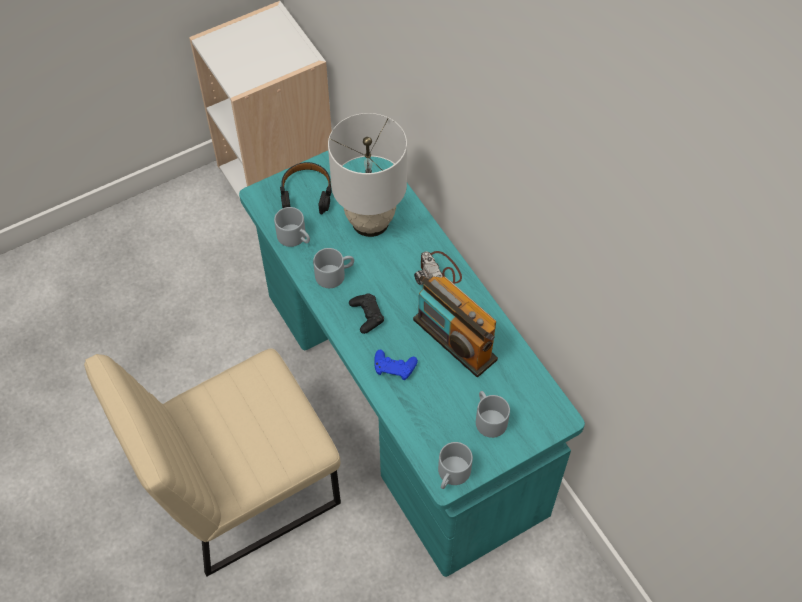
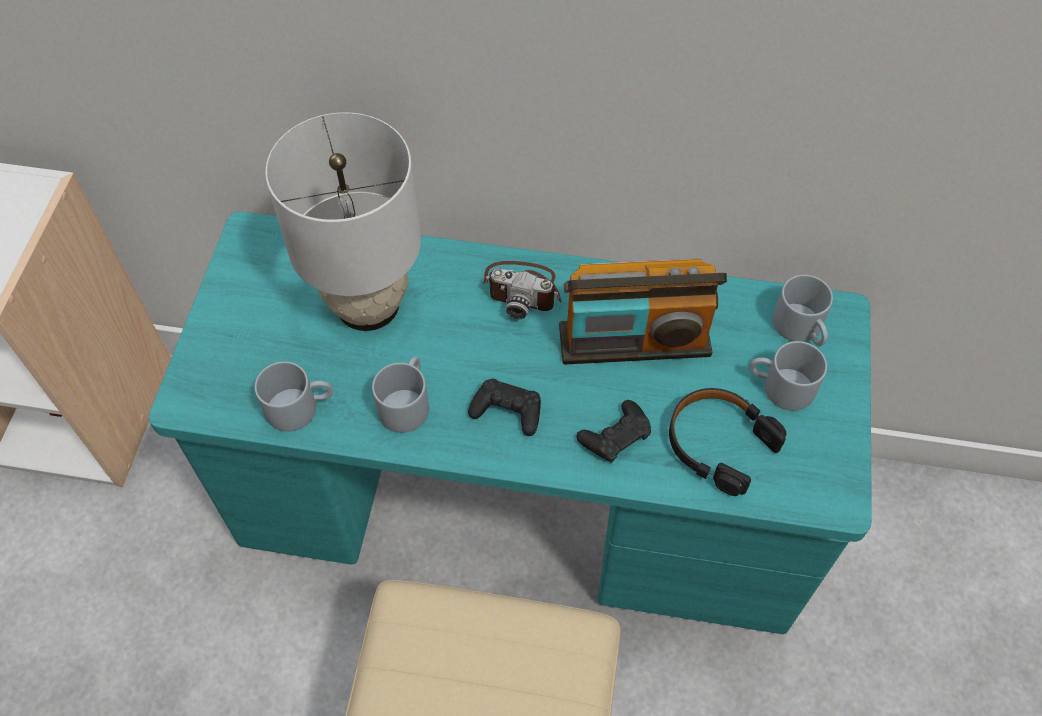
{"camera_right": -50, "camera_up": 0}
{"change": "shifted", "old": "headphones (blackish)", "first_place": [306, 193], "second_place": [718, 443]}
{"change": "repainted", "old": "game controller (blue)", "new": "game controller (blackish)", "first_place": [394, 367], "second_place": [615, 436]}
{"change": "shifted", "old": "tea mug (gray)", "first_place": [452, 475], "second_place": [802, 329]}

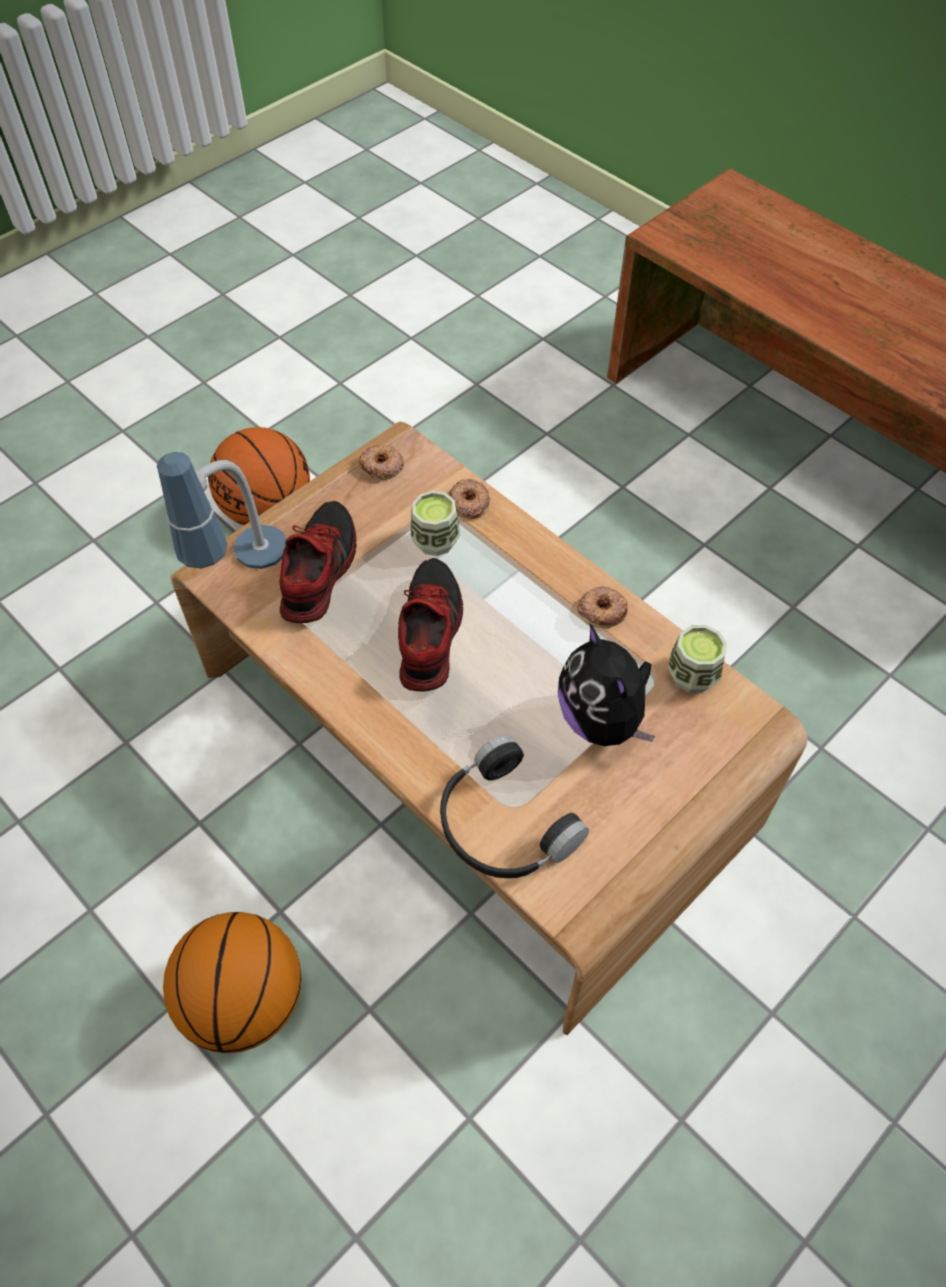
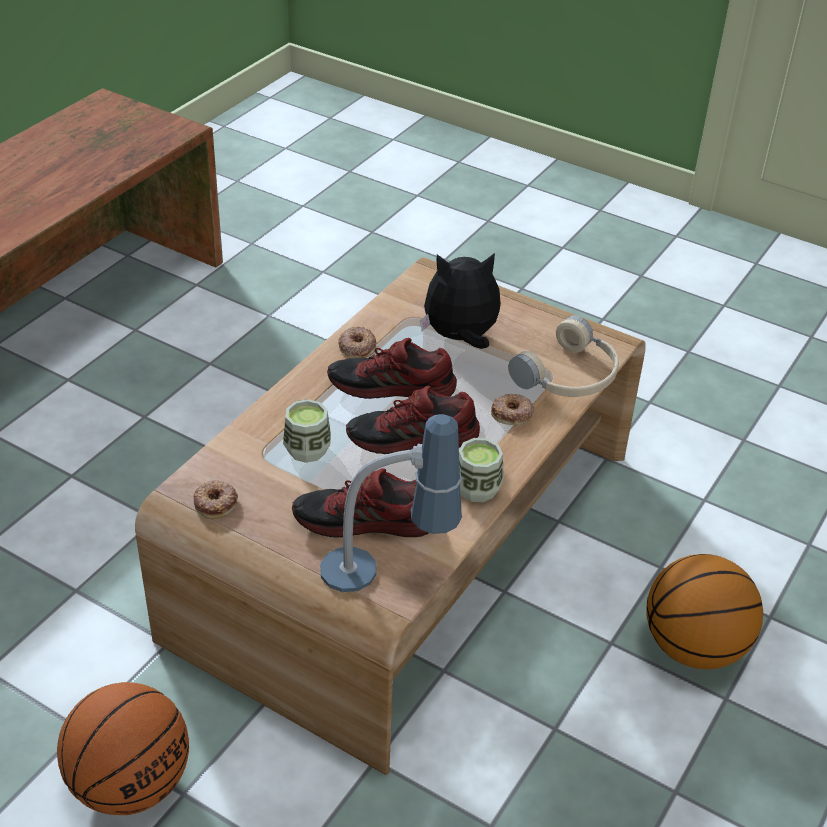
{"camera_right": -105, "camera_up": -15}
{"change": "repainted", "old": "headphones (blackish)", "new": "headphones (beige-coloured)", "first_place": [502, 825], "second_place": [570, 377]}
{"change": "shifted", "old": "ring doughnut", "first_place": [468, 503], "second_place": [512, 413]}
{"change": "rotated", "old": "soft toy", "first_place": [602, 719], "second_place": [460, 338], "degrees": -150}
{"change": "shifted", "old": "small cup", "first_place": [692, 675], "second_place": [477, 489]}
{"change": "new", "new": "shoe", "second_place": [392, 388]}

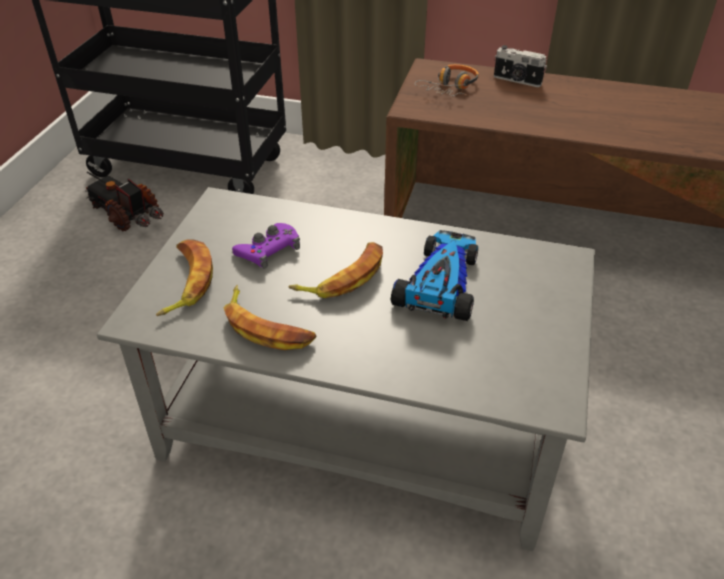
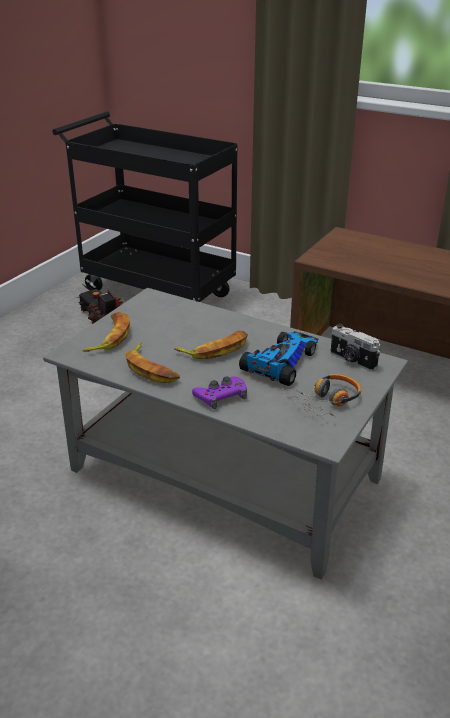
{"camera_right": 15, "camera_up": -10}
{"change": "shifted", "old": "game controller (purple)", "first_place": [268, 250], "second_place": [221, 396]}
{"change": "shifted", "old": "headphones", "first_place": [450, 88], "second_place": [326, 401]}
{"change": "shifted", "old": "still camera", "first_place": [517, 81], "second_place": [352, 361]}

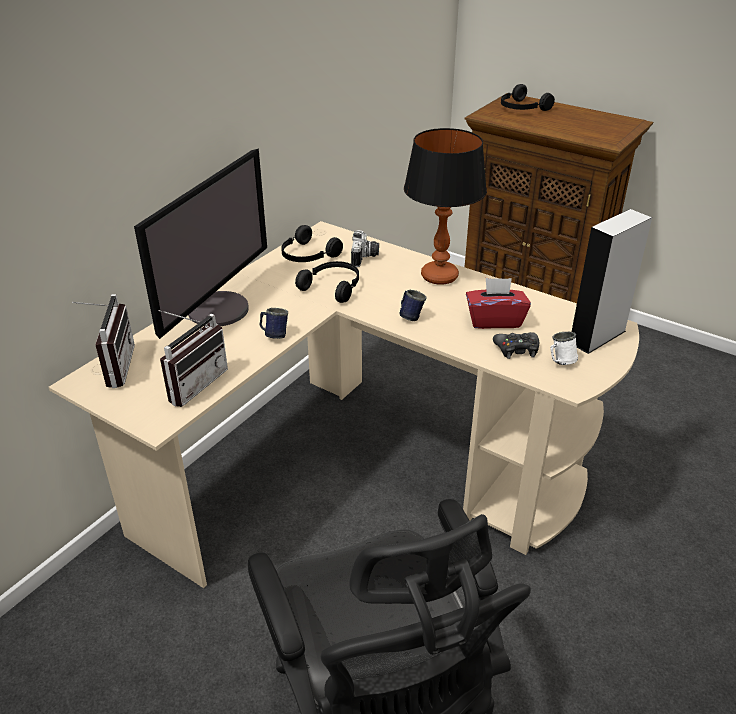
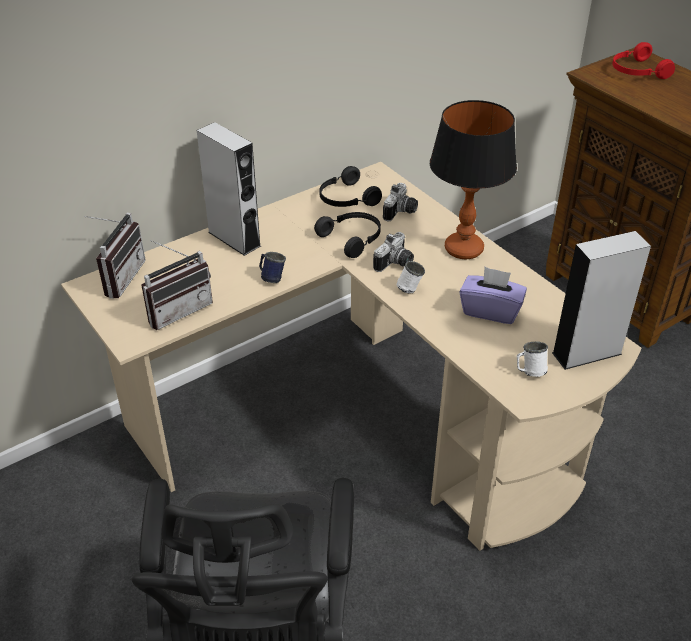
{"camera_right": 20, "camera_up": 5}
{"change": "swapped", "old": "monitor", "new": "loudspeaker (gray)", "first_place": [217, 309], "second_place": [234, 239]}
{"change": "repainted", "old": "tea mug (blue)", "new": "tea mug (white-coloured)", "first_place": [410, 316], "second_place": [409, 287]}
{"change": "repainted", "old": "tissue holder (red-coloured)", "new": "tissue holder (purple)", "first_place": [494, 320], "second_place": [490, 310]}
{"change": "gone", "old": "game controller (blackish)", "first_place": [517, 349]}
{"change": "repainted", "old": "headphones (blackish)", "new": "headphones (red-coloured)", "first_place": [521, 108], "second_place": [637, 71]}
{"change": "new", "new": "still camera", "second_place": [395, 264]}

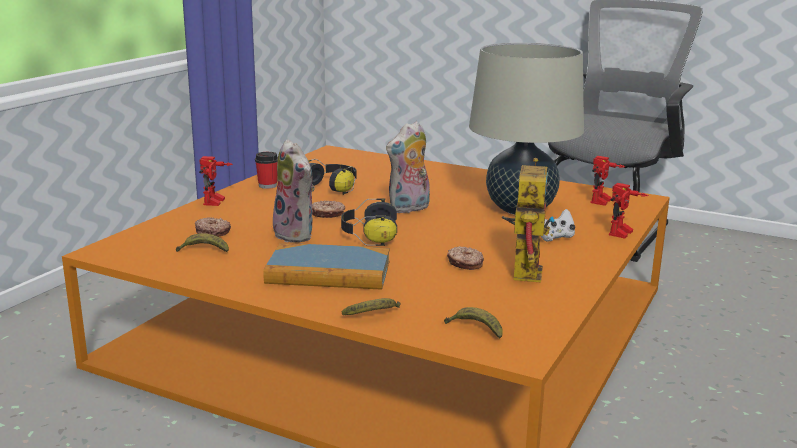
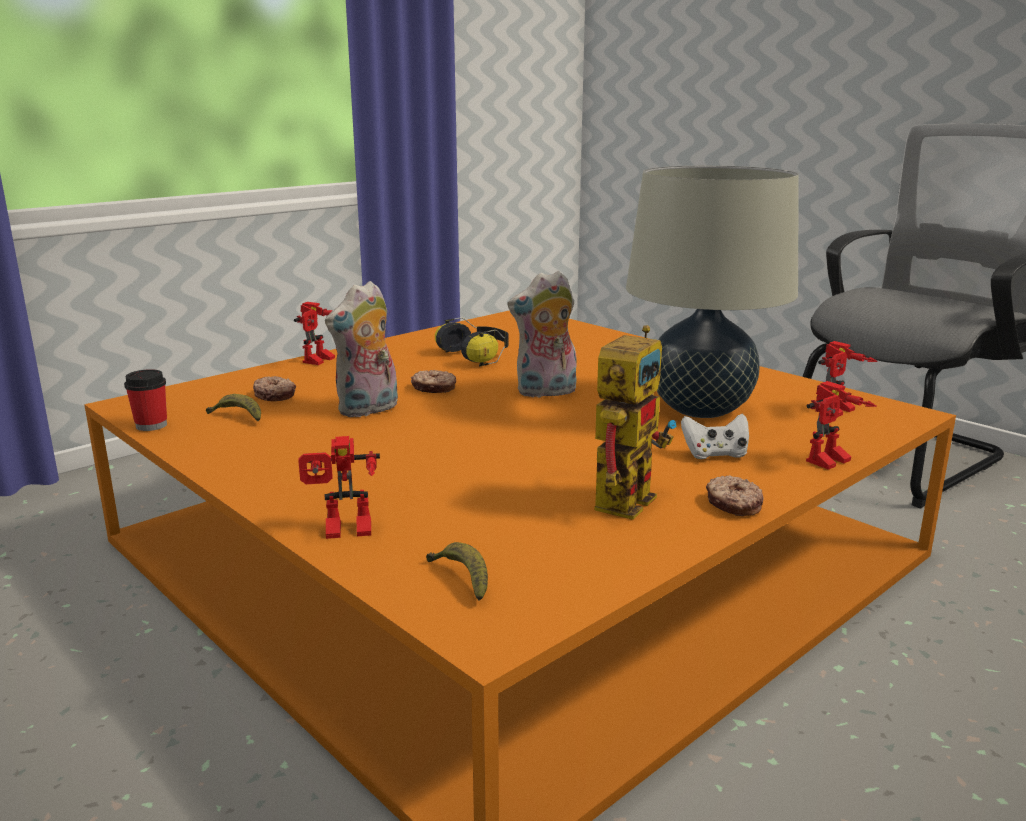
{"camera_right": 20, "camera_up": 0}
{"change": "shifted", "old": "small cup", "first_place": [267, 185], "second_place": [151, 425]}
{"change": "gone", "old": "volume", "first_place": [328, 272]}
{"change": "rotated", "old": "soft toy", "first_place": [297, 235], "second_place": [368, 410], "degrees": 60}
{"change": "gone", "old": "headphones", "first_place": [369, 235]}
{"change": "swapped", "old": "banana fruit", "new": "toy robot", "first_place": [374, 315], "second_place": [345, 533]}
{"change": "shifted", "old": "ring doughnut", "first_place": [465, 264], "second_place": [733, 504]}

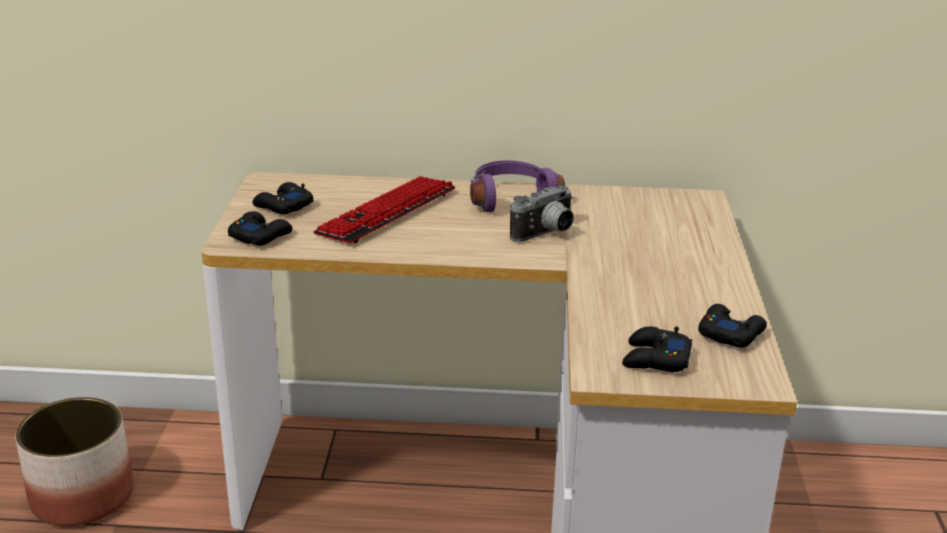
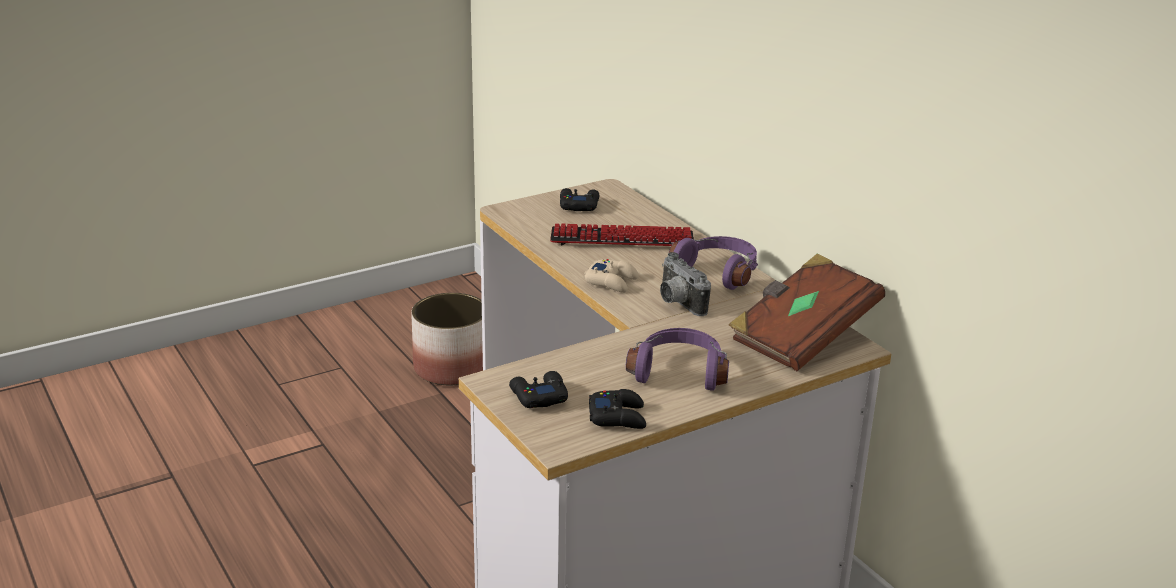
{"camera_right": 55, "camera_up": 0}
{"change": "gone", "old": "game controller (blackish)", "first_place": [260, 236]}
{"change": "rotated", "old": "still camera", "first_place": [546, 234], "second_place": [677, 303], "degrees": 45}
{"change": "new", "new": "game controller (beige-coloured)", "second_place": [611, 281]}
{"change": "new", "new": "headphones (purple)", "second_place": [679, 371]}
{"change": "new", "new": "volume (brownish)", "second_place": [802, 336]}

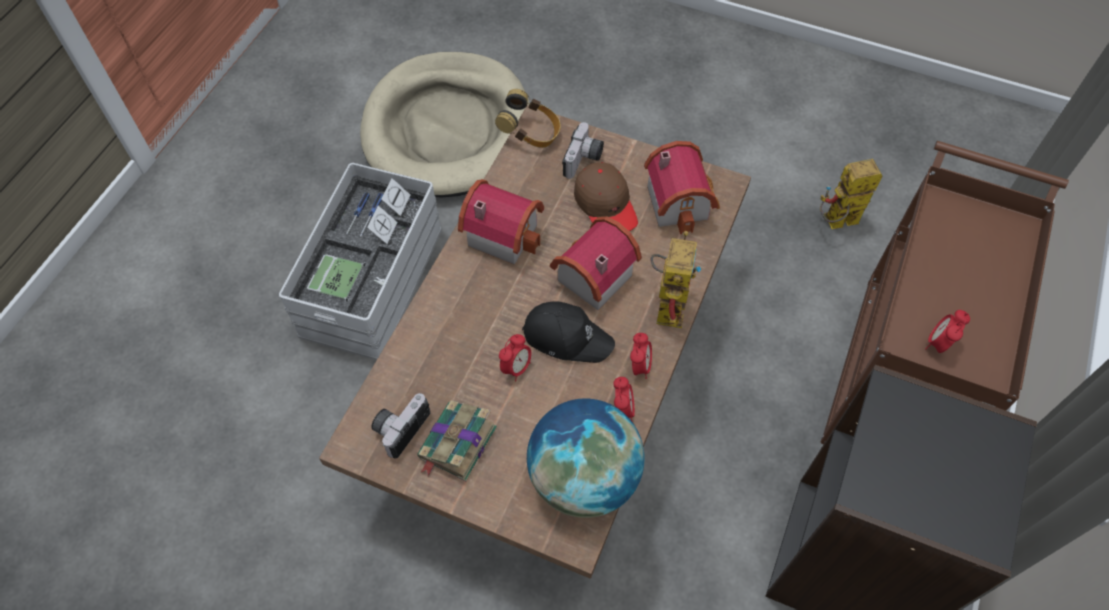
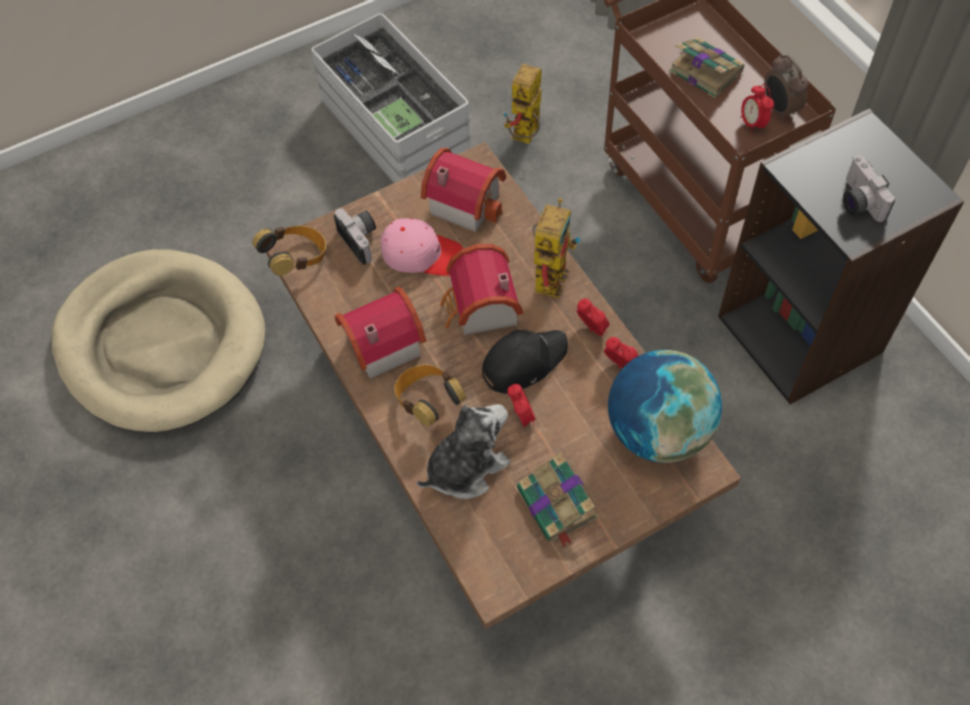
{"camera_right": -50, "camera_up": 0}
{"change": "shifted", "old": "storage bin (gray)", "first_place": [370, 279], "second_place": [393, 126]}
{"change": "shifted", "old": "still camera", "first_place": [400, 427], "second_place": [857, 201]}
{"change": "repainted", "old": "cap (brownish)", "new": "cap (pink-coloured)", "first_place": [605, 205], "second_place": [421, 254]}
{"change": "rotated", "old": "toy robot", "first_place": [668, 301], "second_place": [550, 272], "degrees": 60}
{"change": "new", "new": "headphones", "second_place": [428, 402]}
{"change": "new", "new": "soft toy", "second_place": [465, 467]}
{"change": "new", "new": "volume", "second_place": [704, 70]}
{"change": "new", "new": "table clock", "second_place": [779, 109]}

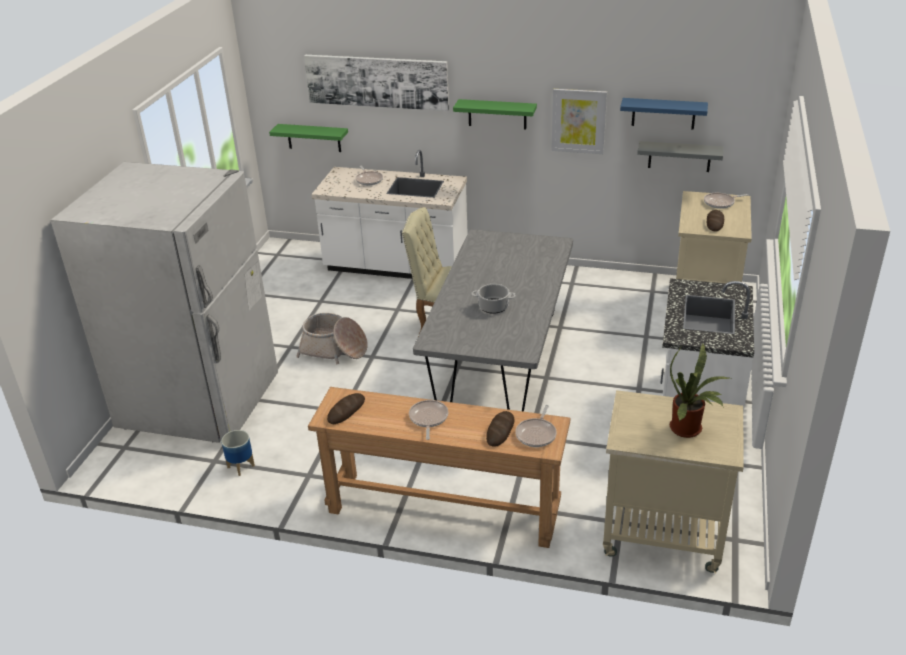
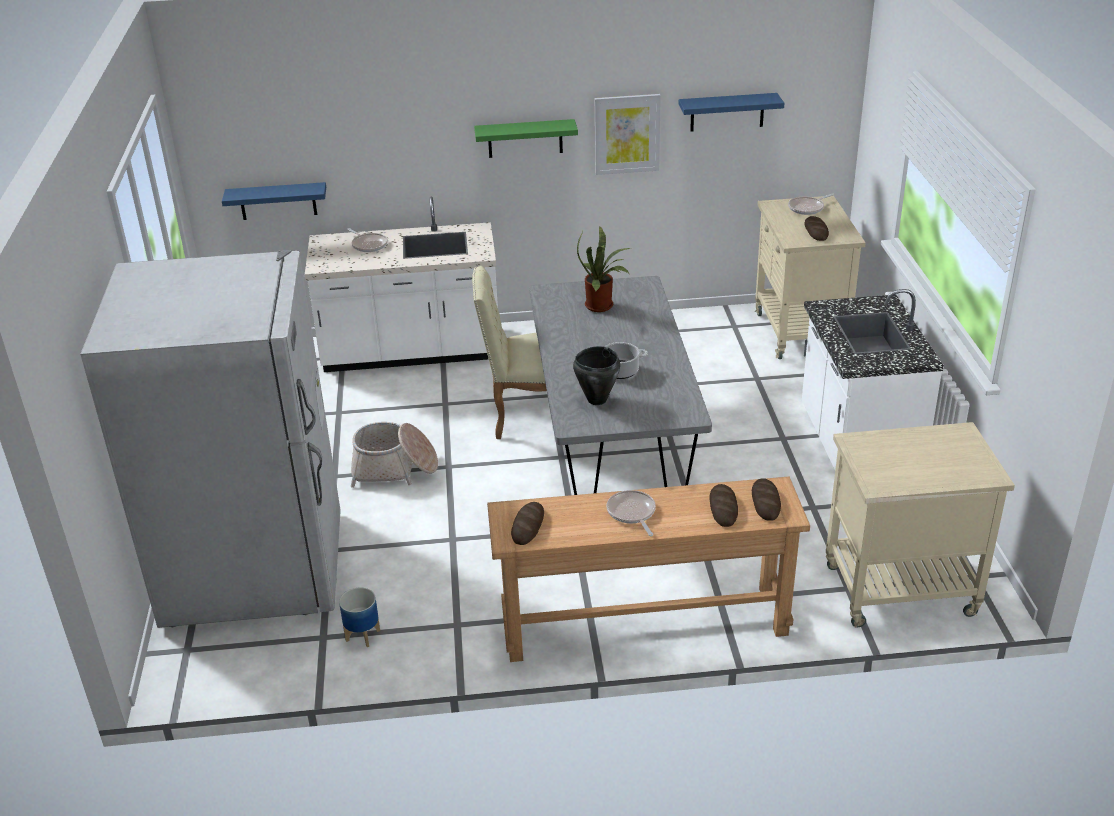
{"camera_right": -20, "camera_up": 0}
{"change": "repainted", "old": "shelf (green-coloured)", "new": "shelf (blue)", "first_place": [314, 138], "second_place": [278, 201]}
{"change": "gone", "old": "picture", "first_place": [377, 81]}
{"change": "swapped", "old": "frying pan", "new": "bakery bread", "first_place": [537, 434], "second_place": [765, 502]}
{"change": "gone", "old": "shelf (gray)", "first_place": [679, 156]}
{"change": "shifted", "old": "houseplant", "first_place": [689, 429], "second_place": [602, 306]}
{"change": "new", "new": "stockpot (blackish)", "second_place": [596, 400]}

